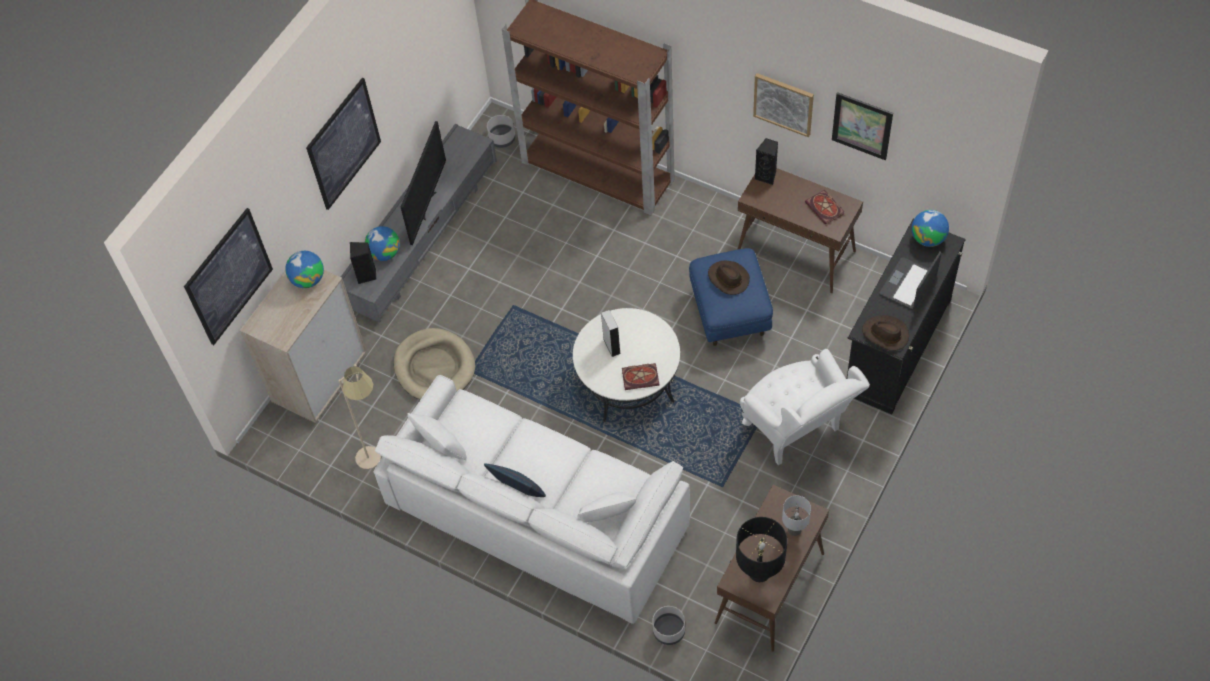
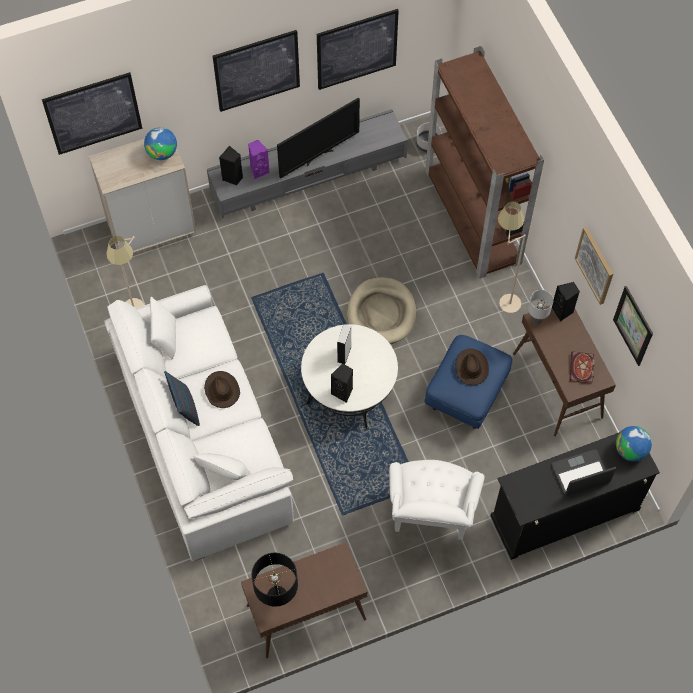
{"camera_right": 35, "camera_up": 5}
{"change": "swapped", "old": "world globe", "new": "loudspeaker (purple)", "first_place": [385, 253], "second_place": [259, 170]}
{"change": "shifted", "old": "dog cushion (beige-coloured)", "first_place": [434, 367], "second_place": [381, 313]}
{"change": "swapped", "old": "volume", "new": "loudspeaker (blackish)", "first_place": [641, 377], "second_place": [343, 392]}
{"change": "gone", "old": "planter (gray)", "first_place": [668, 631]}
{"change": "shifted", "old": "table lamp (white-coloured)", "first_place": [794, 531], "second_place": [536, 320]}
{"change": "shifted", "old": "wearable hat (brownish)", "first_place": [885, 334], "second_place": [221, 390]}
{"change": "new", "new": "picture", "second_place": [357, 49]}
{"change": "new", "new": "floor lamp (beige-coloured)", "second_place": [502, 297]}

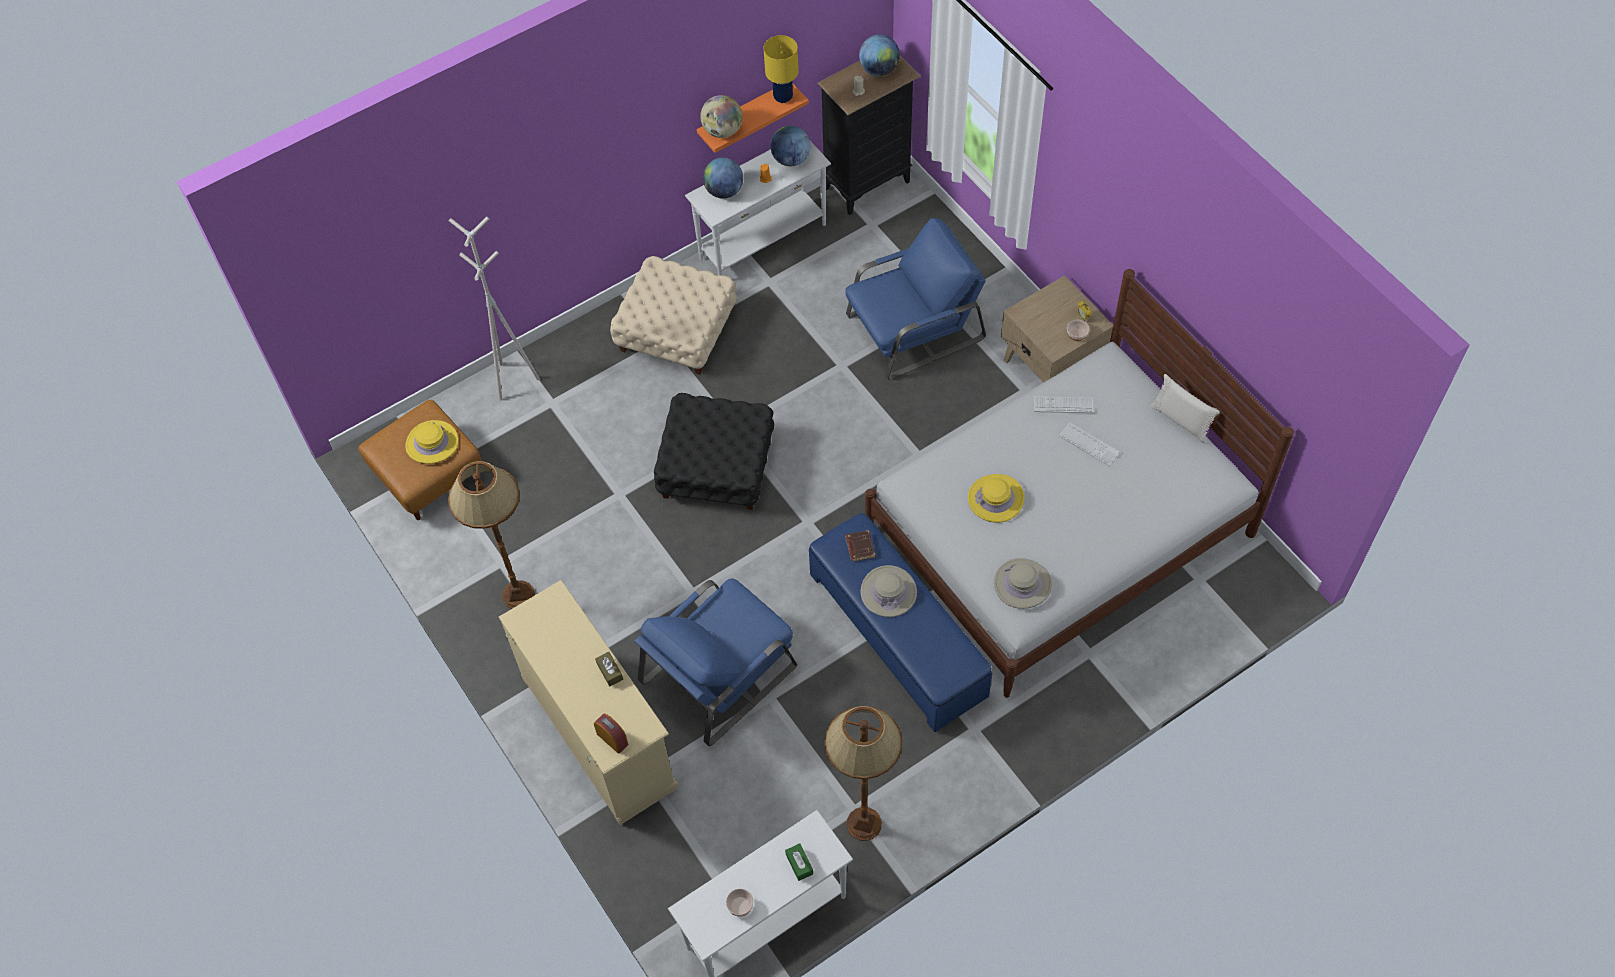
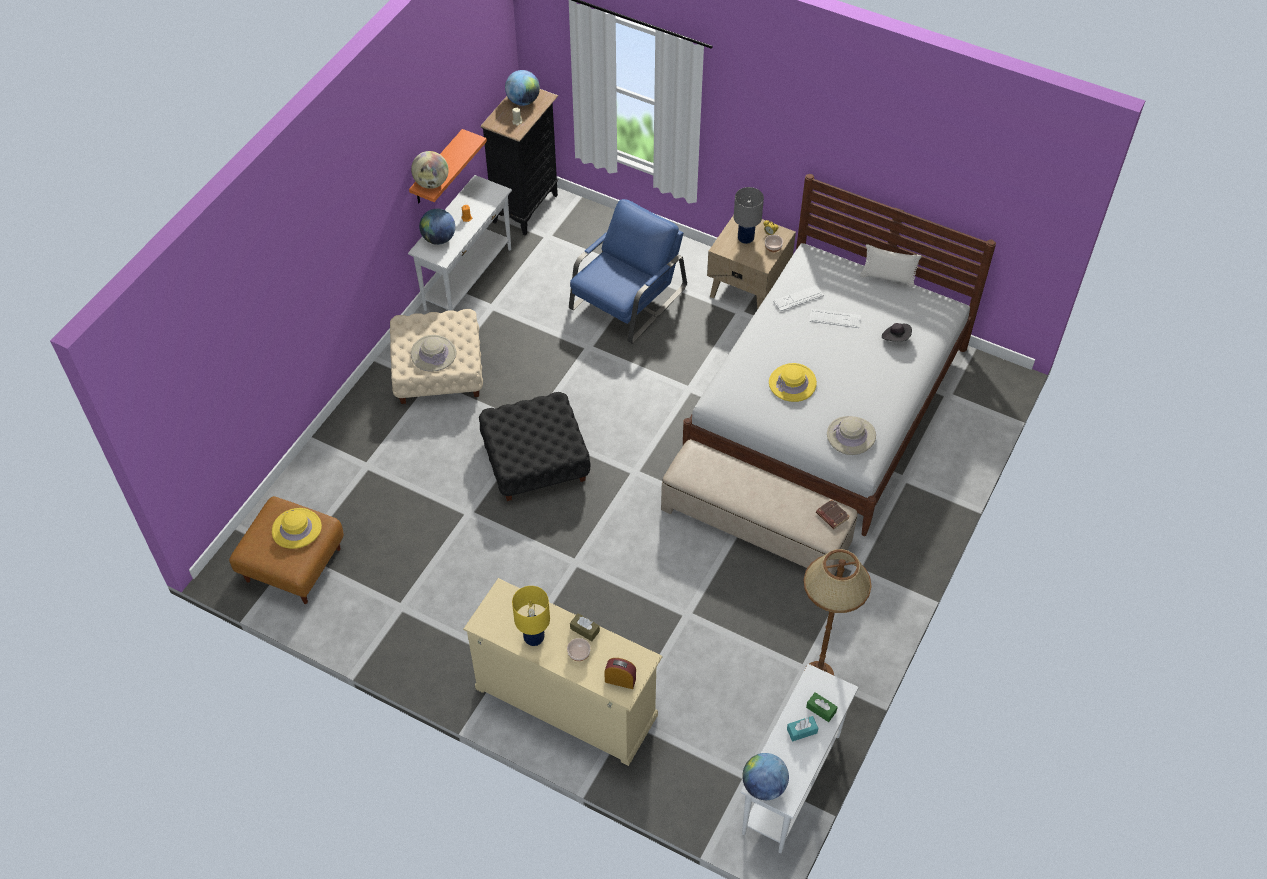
{"camera_right": -30, "camera_up": -5}
{"change": "gone", "old": "floor lamp (brownish)", "first_place": [518, 595]}
{"change": "gone", "old": "garment rack (gray)", "first_place": [513, 380]}
{"change": "gone", "old": "lounge chair (blue)", "first_place": [719, 672]}
{"change": "shifted", "old": "serving bowl", "first_place": [740, 906], "second_place": [579, 654]}
{"change": "shifted", "old": "table lamp (yellowish)", "first_place": [783, 97], "second_place": [534, 638]}
{"change": "shifted", "old": "world globe", "first_place": [791, 159], "second_place": [763, 786]}
{"change": "repainted", "old": "bench (blue)", "new": "bench (beige-coloured)", "first_place": [898, 634], "second_place": [756, 525]}
{"change": "shifted", "old": "volume (brownish)", "first_place": [859, 547], "second_place": [831, 516]}
{"change": "shifted", "old": "wearable hat (beige-coloured)", "first_place": [888, 592], "second_place": [433, 354]}
{"change": "new", "new": "table lamp (gray)", "second_place": [745, 239]}
{"change": "new", "new": "tissue holder (turquoise-coloured)", "second_place": [802, 731]}
{"change": "new", "new": "wearable hat (blackish)", "second_place": [896, 337]}

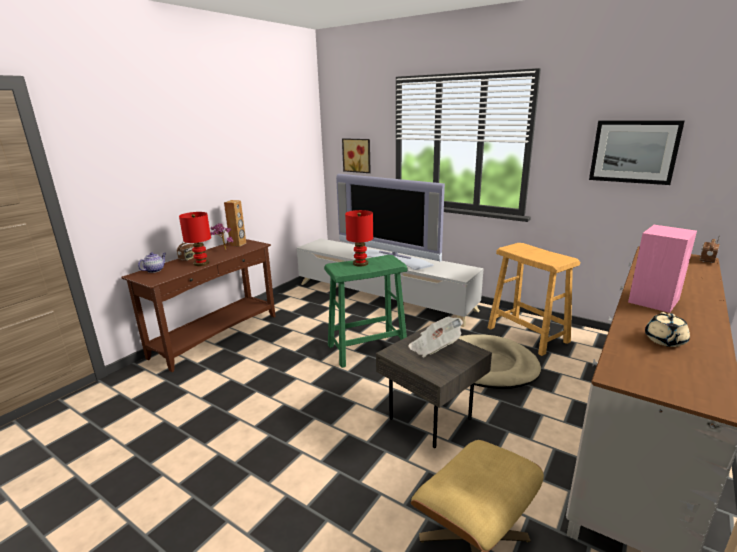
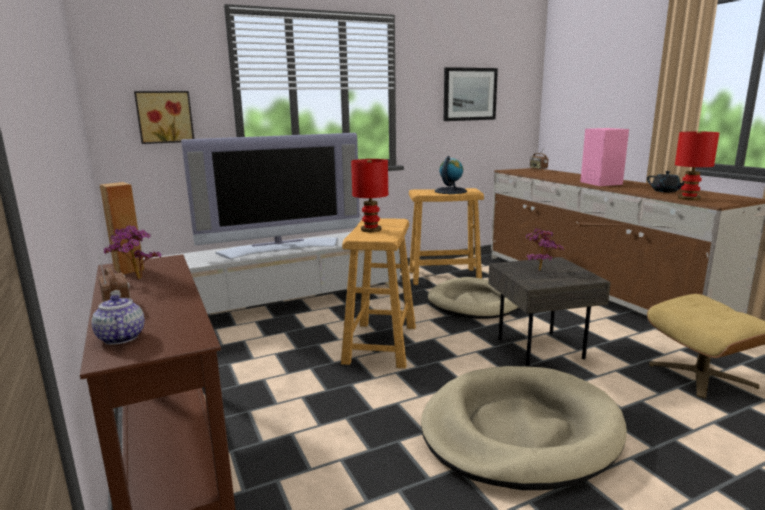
{"camera_right": -60, "camera_up": -5}
{"change": "shifted", "old": "table lamp (red-coloured)", "first_place": [201, 263], "second_place": [689, 198]}
{"change": "repainted", "old": "sitting stool (green-coloured)", "new": "sitting stool (beige-coloured)", "first_place": [366, 349], "second_place": [380, 344]}
{"change": "swapped", "old": "newspaper", "new": "houseplant", "first_place": [434, 348], "second_place": [539, 269]}
{"change": "repainted", "old": "tea pot (beige-coloured)", "new": "tea pot (blackish)", "first_place": [665, 341], "second_place": [665, 191]}
{"change": "new", "new": "dog cushion (beige-coloured)", "second_place": [519, 431]}
{"change": "new", "new": "world globe", "second_place": [450, 191]}

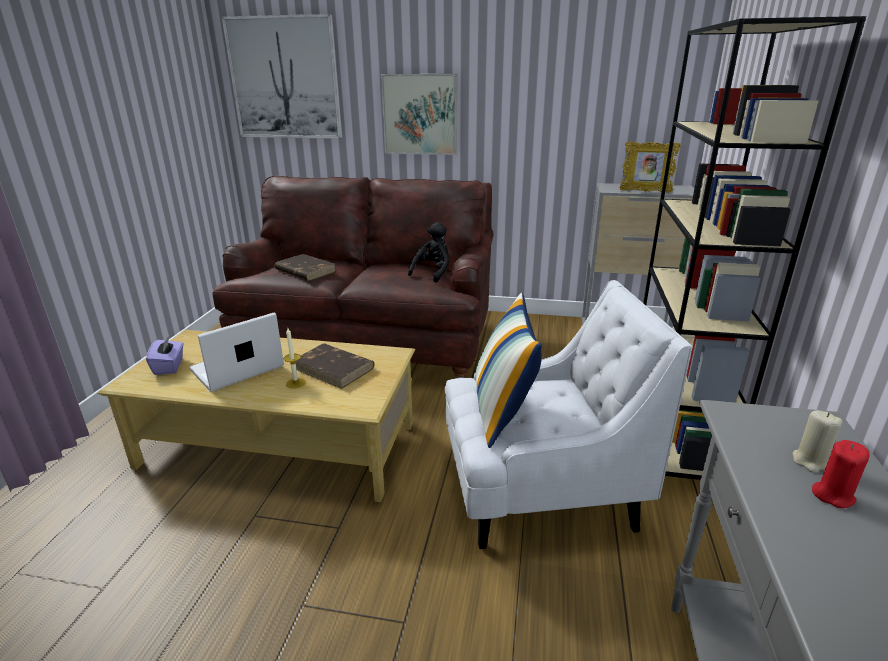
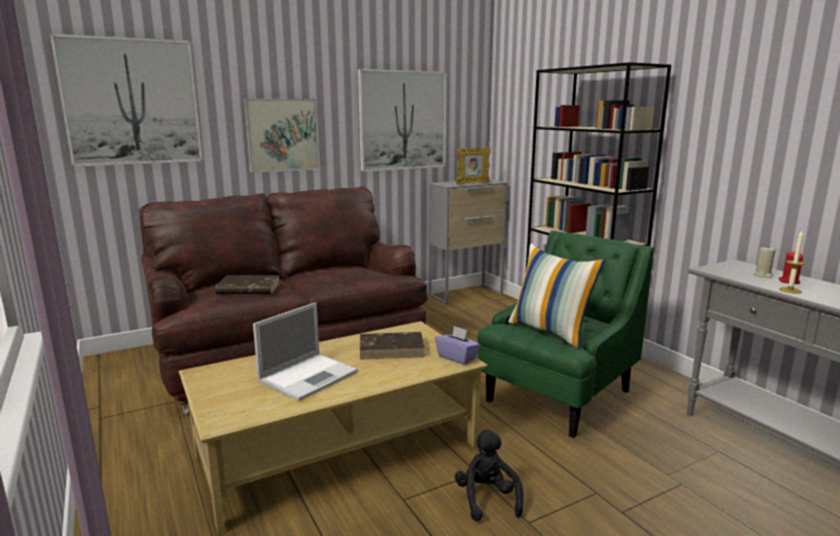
{"camera_right": -40, "camera_up": -10}
{"change": "shifted", "old": "tissue holder (purple)", "first_place": [169, 366], "second_place": [457, 357]}
{"change": "rotated", "old": "portable computer", "first_place": [235, 369], "second_place": [309, 376], "degrees": -150}
{"change": "shifted", "old": "wax light", "first_place": [295, 383], "second_place": [790, 290]}
{"change": "shifted", "old": "soft toy (blackish)", "first_place": [433, 273], "second_place": [487, 499]}
{"change": "repainted", "old": "lounge chair (white-coloured)", "new": "lounge chair (green-coloured)", "first_place": [539, 493], "second_place": [557, 397]}
{"change": "new", "new": "picture", "second_place": [403, 120]}

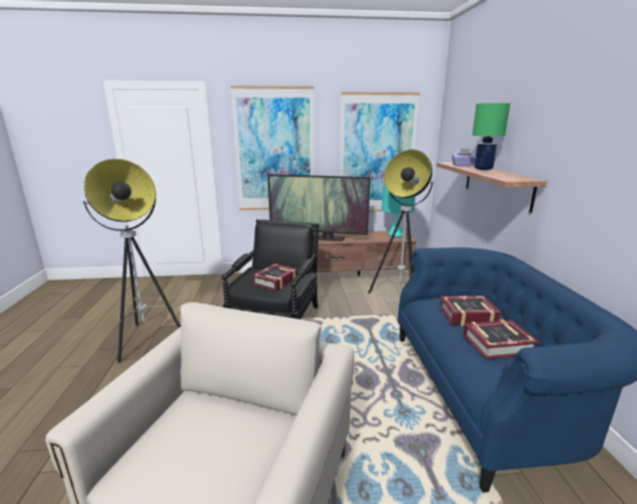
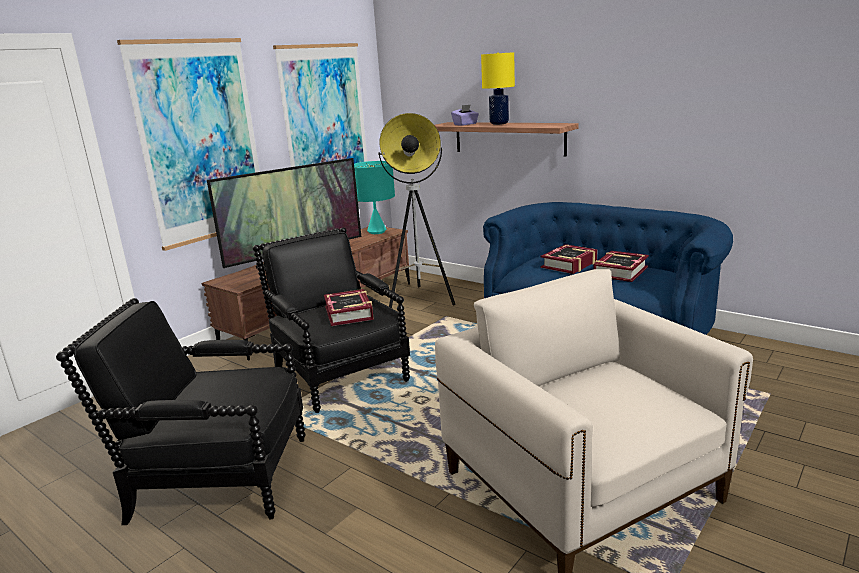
{"camera_right": -45, "camera_up": 0}
{"change": "swapped", "old": "floor lamp", "new": "lounge chair (blackish)", "first_place": [147, 340], "second_place": [215, 477]}
{"change": "repainted", "old": "table lamp (green-coloured)", "new": "table lamp (yellowish)", "first_place": [483, 169], "second_place": [499, 124]}

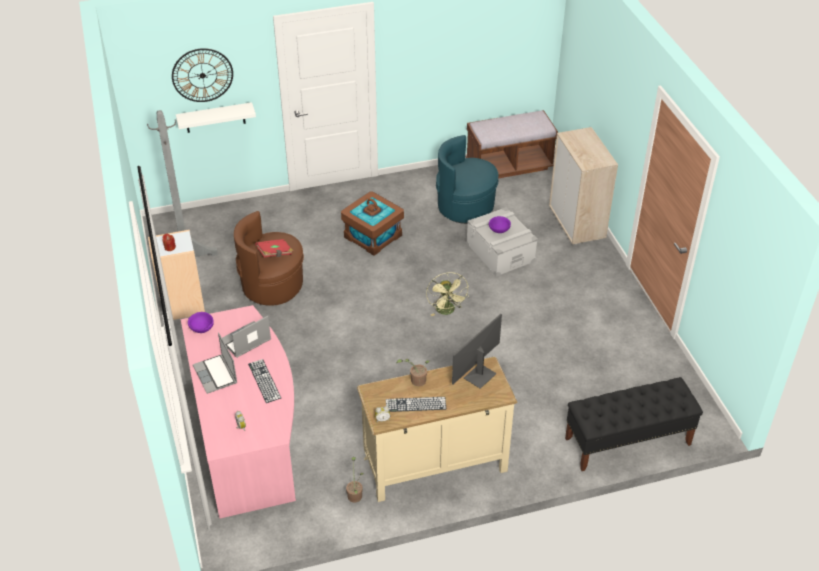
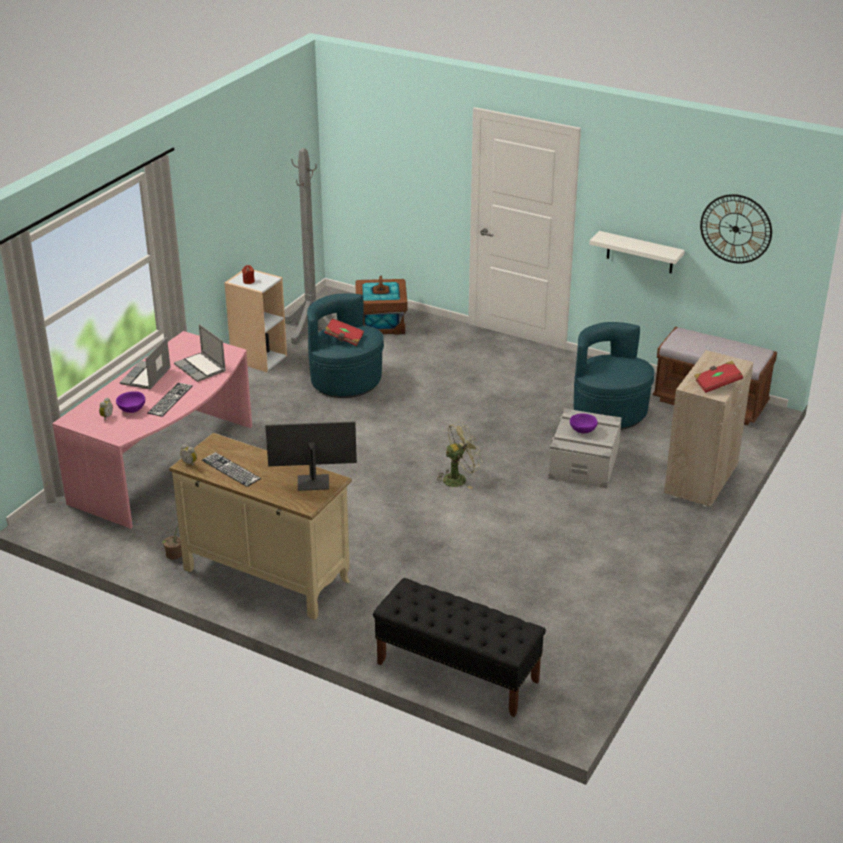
{"camera_right": 45, "camera_up": -10}
{"change": "shifted", "old": "clock on the wall", "first_place": [202, 75], "second_place": [735, 229]}
{"change": "shifted", "old": "shelf (white-coloured)", "first_place": [215, 118], "second_place": [640, 252]}
{"change": "shifted", "old": "serving bowl (purple)", "first_place": [201, 328], "second_place": [131, 409]}
{"change": "rotated", "old": "portable computer", "first_place": [245, 341], "second_place": [201, 368], "degrees": -135}
{"change": "repainted", "old": "lounge chair (brownish)", "new": "lounge chair (turquoise-coloured)", "first_place": [273, 285], "second_place": [346, 381]}
{"change": "shifted", "old": "storage bin (brownish)", "first_place": [372, 236], "second_place": [381, 323]}
{"change": "gone", "old": "houseplant", "first_place": [416, 381]}
{"change": "rotated", "old": "electric fan (green-coloured)", "first_place": [447, 311], "second_place": [458, 478], "degrees": -150}
{"change": "new", "new": "volume (red-coloured)", "second_place": [717, 384]}

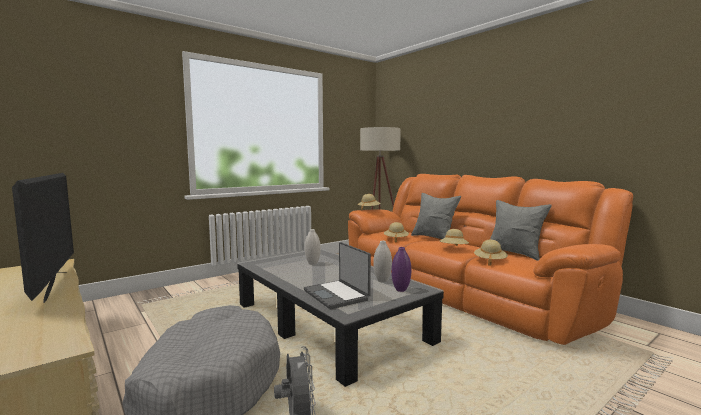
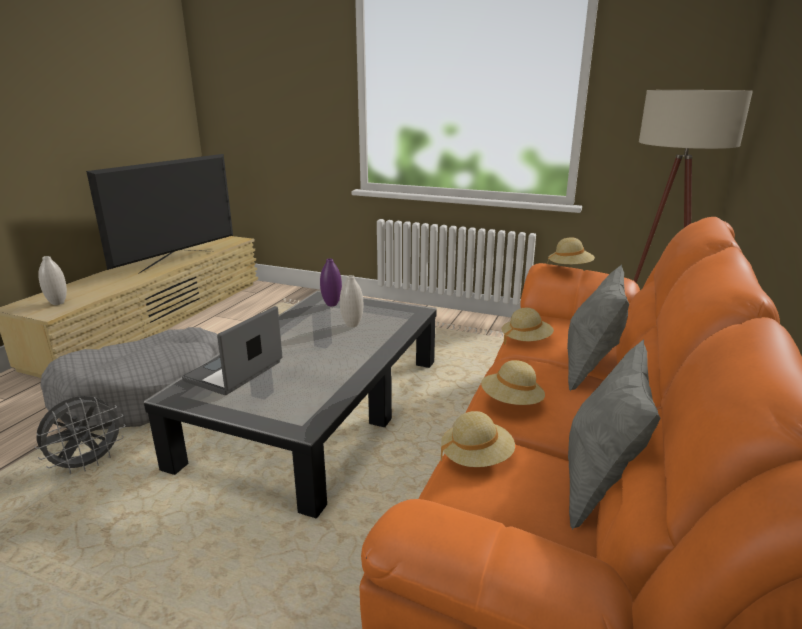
{"camera_right": 60, "camera_up": 15}
{"change": "shifted", "old": "decorative vase (white-coloured)", "first_place": [382, 281], "second_place": [58, 303]}
{"change": "shifted", "old": "decorative vase (purple)", "first_place": [401, 290], "second_place": [331, 304]}

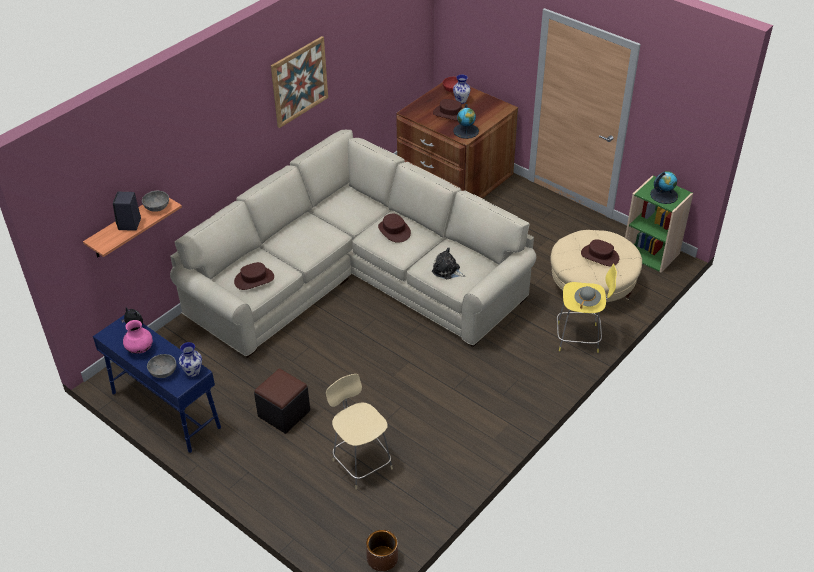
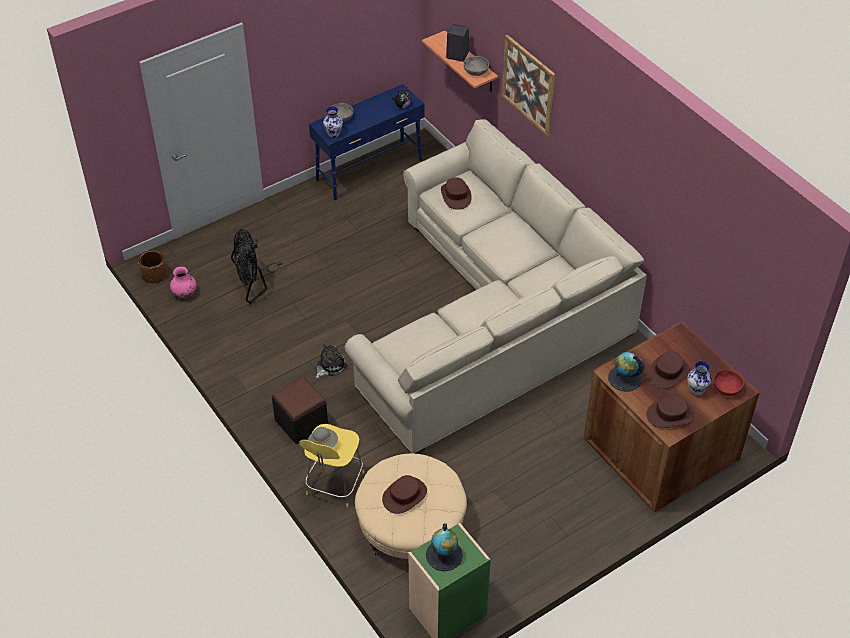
{"camera_right": 105, "camera_up": 5}
{"change": "shifted", "old": "decorative vase (pink-coloured)", "first_place": [140, 349], "second_place": [185, 293]}
{"change": "shifted", "old": "footrest (blackish)", "first_place": [284, 413], "second_place": [301, 423]}
{"change": "shifted", "old": "picture", "first_place": [299, 81], "second_place": [528, 85]}
{"change": "swapped", "old": "sitting stool (beige-coloured)", "new": "electric fan (blackish)", "first_place": [361, 463], "second_place": [254, 279]}
{"change": "shifted", "old": "wearable hat (brownish)", "first_place": [394, 231], "second_place": [670, 415]}
{"change": "shifted", "old": "soft toy", "first_place": [447, 271], "second_place": [329, 365]}

